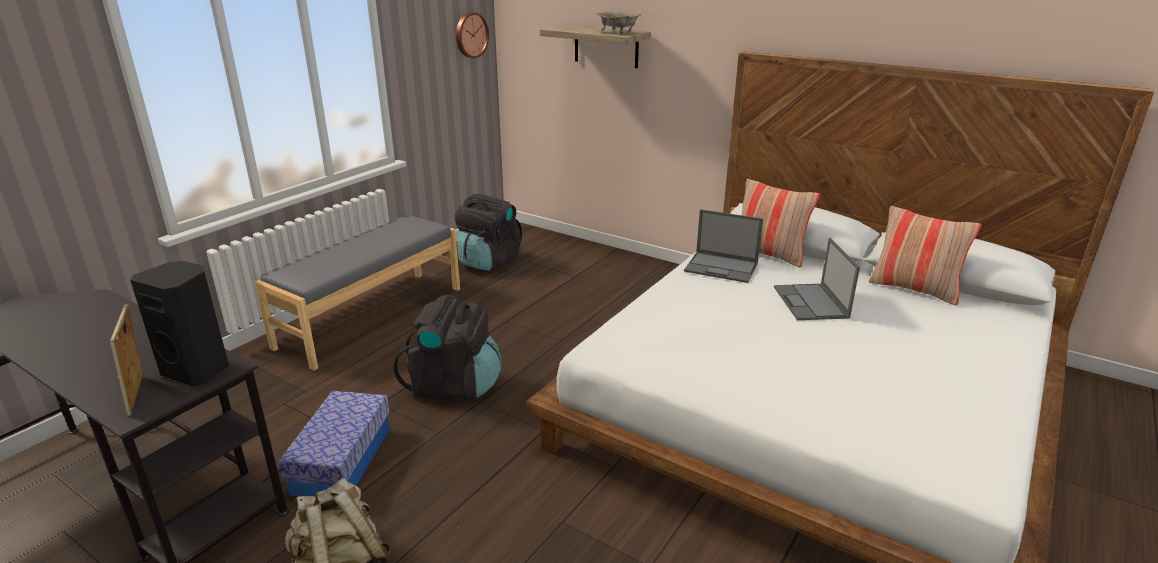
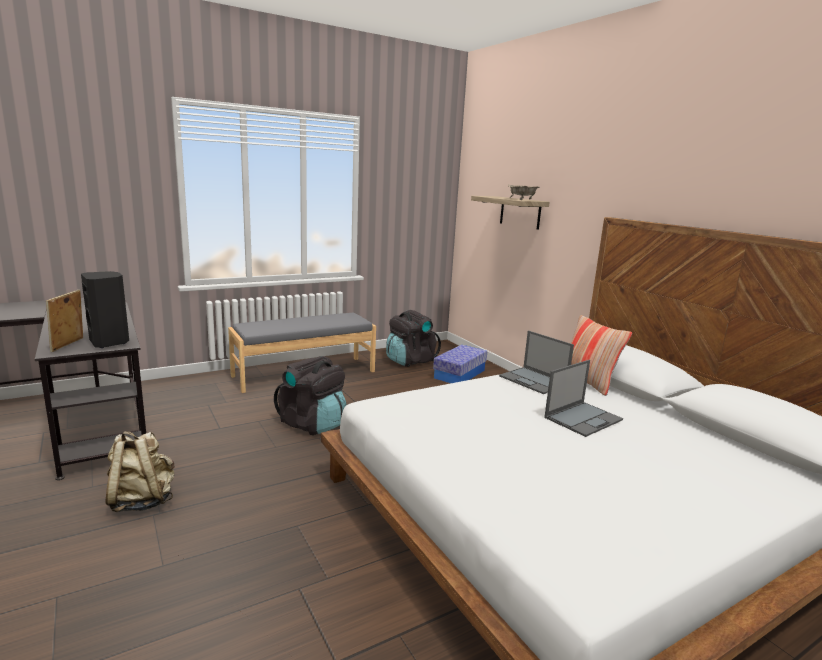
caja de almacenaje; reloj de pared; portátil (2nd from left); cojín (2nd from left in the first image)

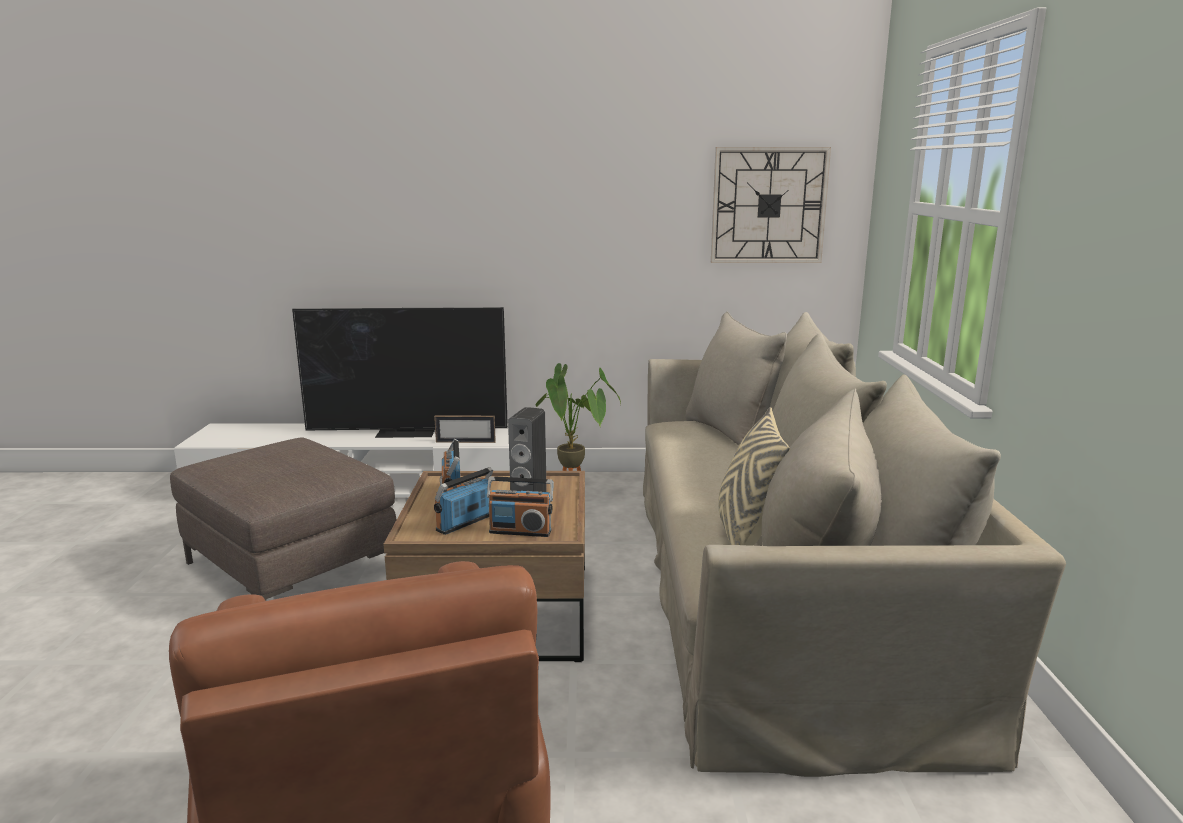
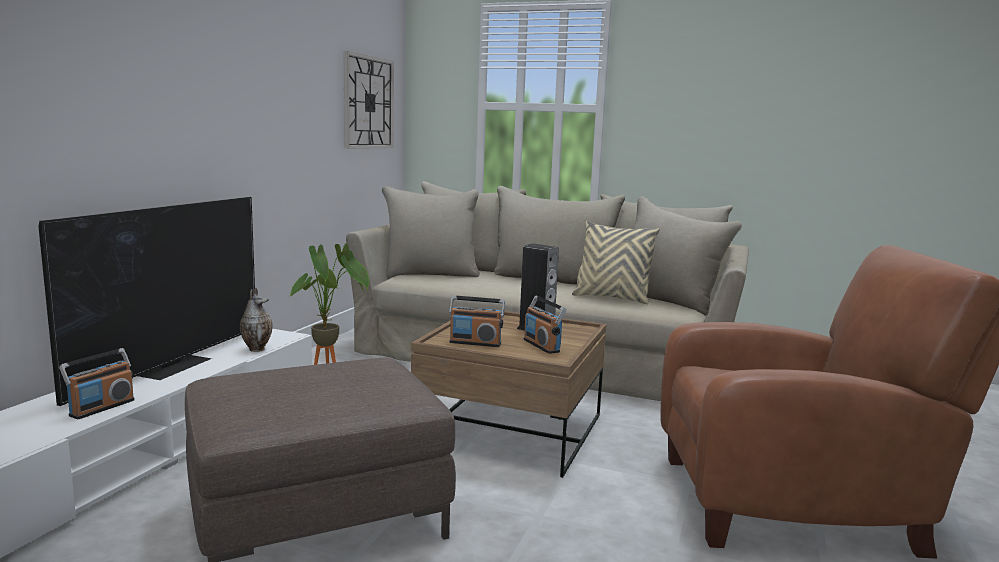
florero; radio (1st from left)

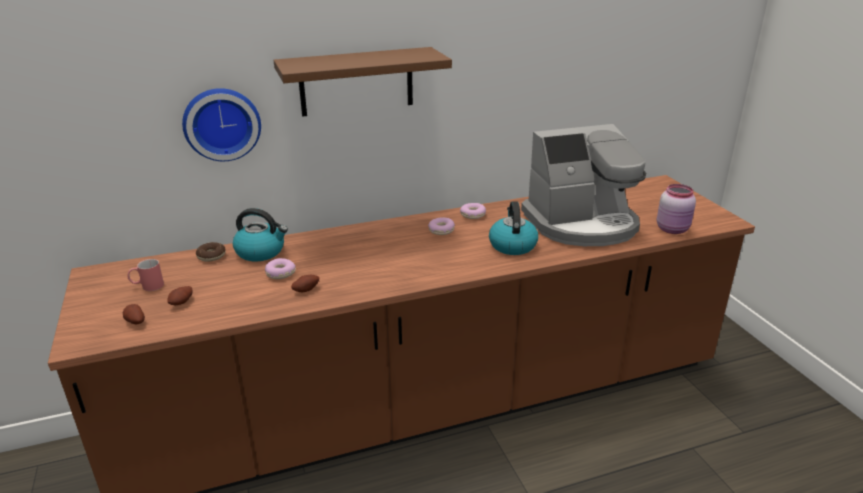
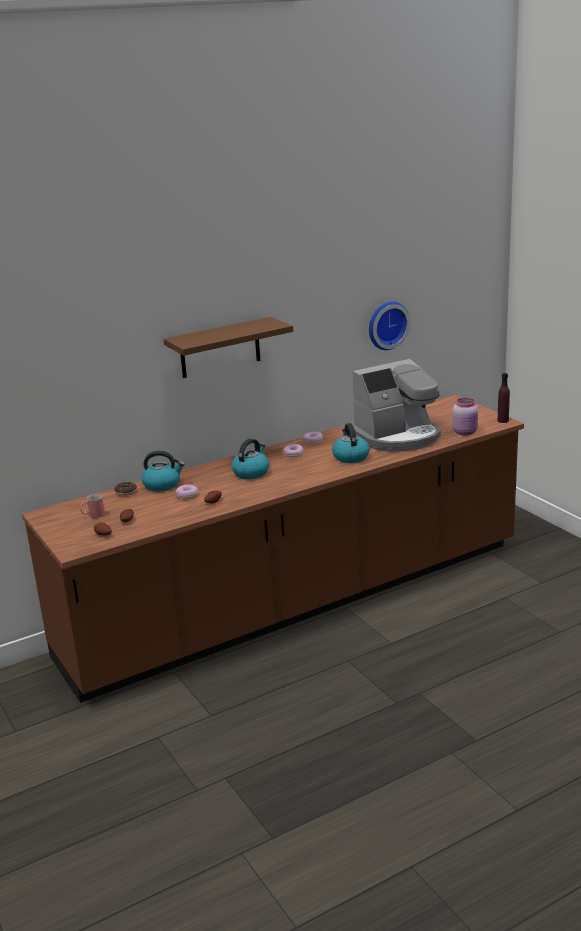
reloj de pared; hervidor (2nd from left); botella/morado

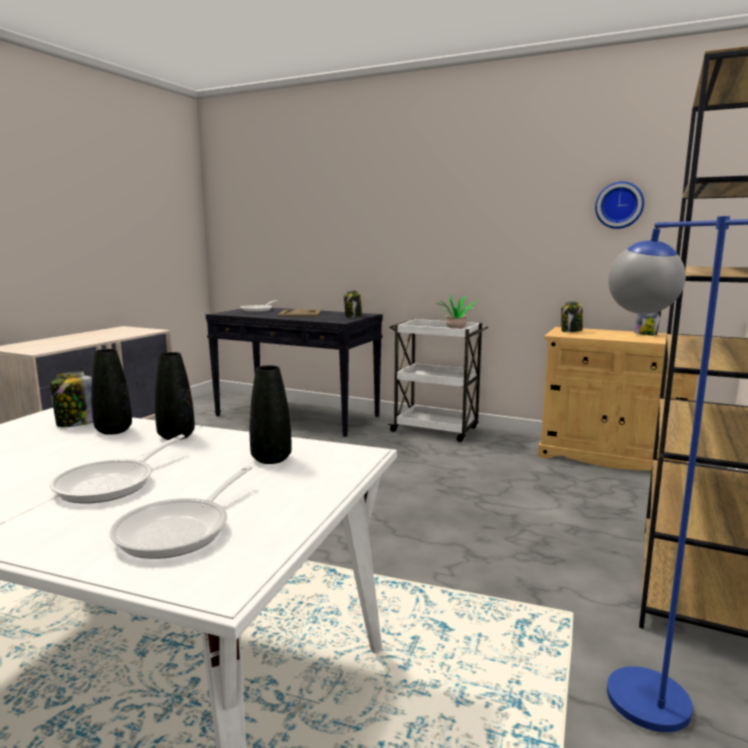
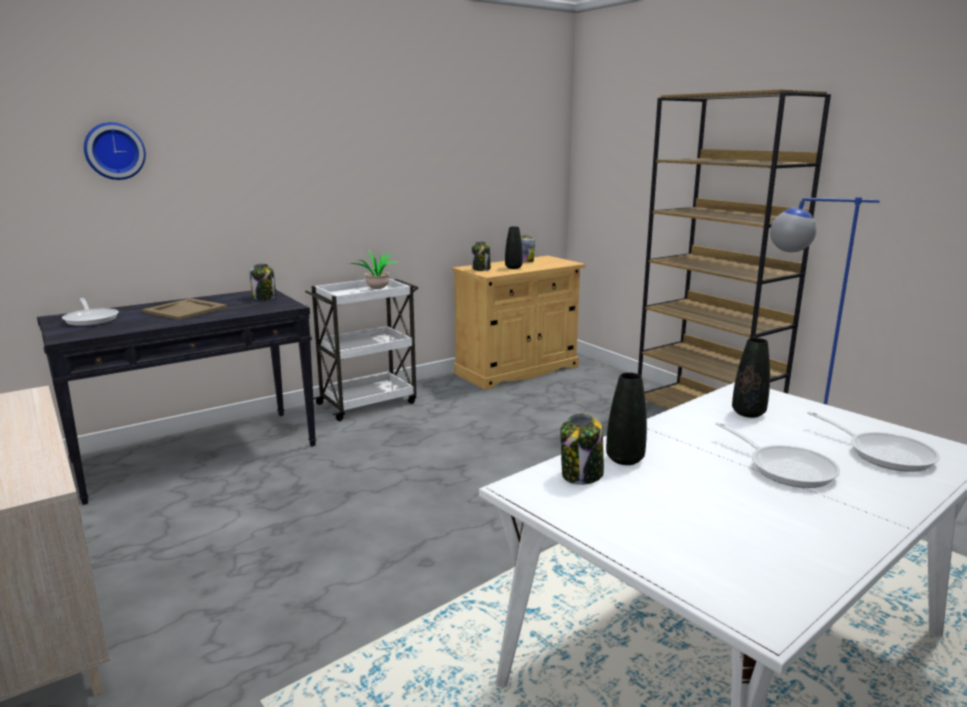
florero/negro (1st from left); reloj de pared

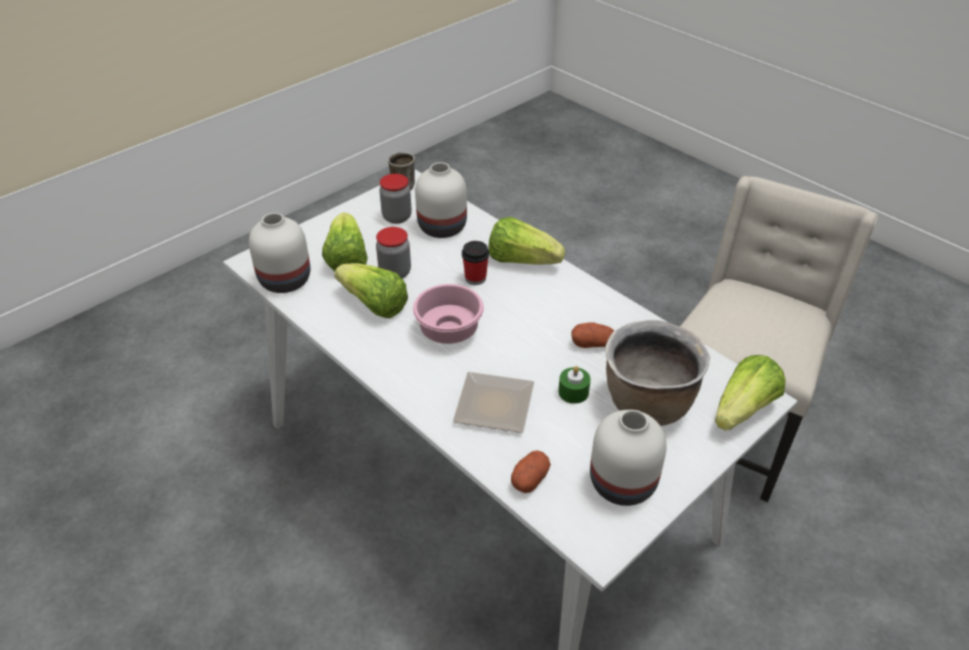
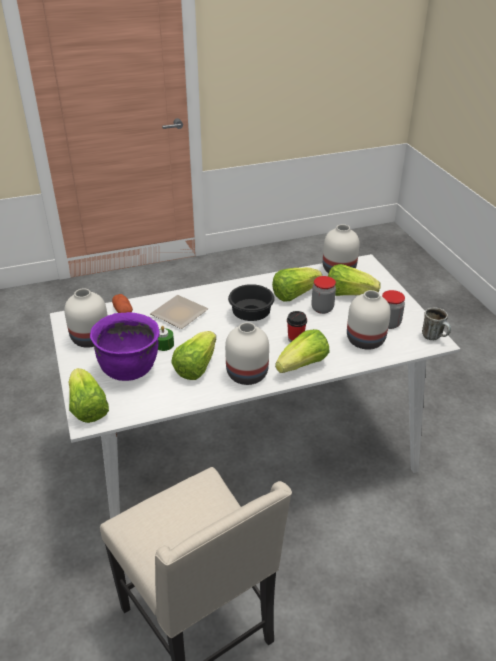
cuenco/negro; lechuga (2nd from left); olla/morado; florero/blanco (2nd from left)

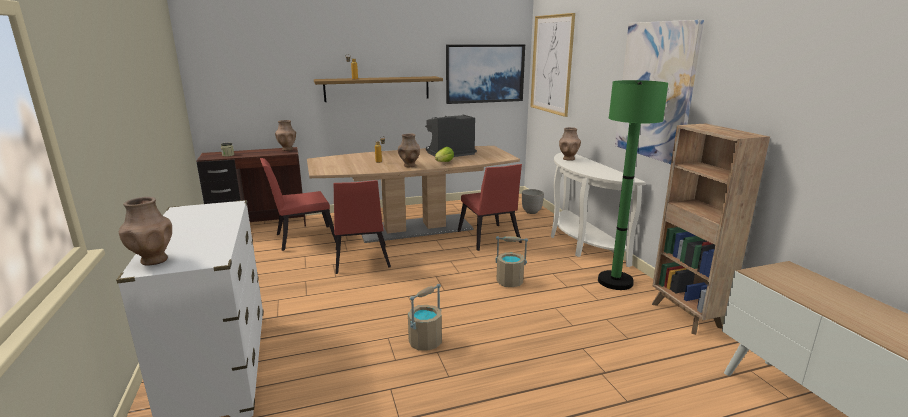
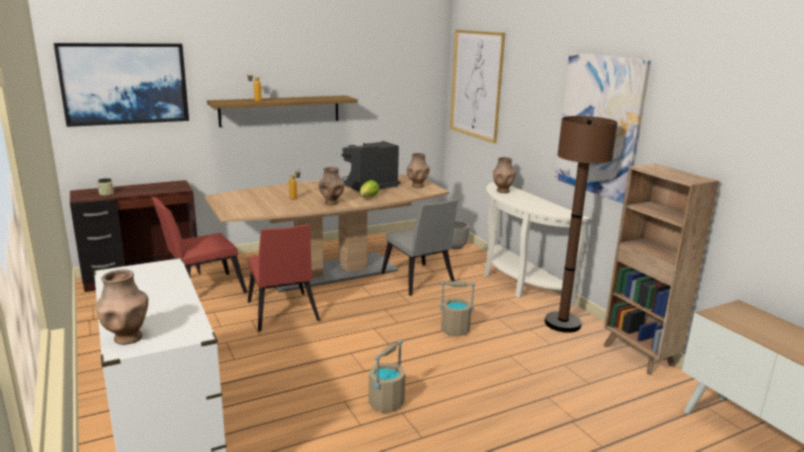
florero/marrón (3rd from left); cuadro (1st from left); silla/gris; lámpara de pie/marrón

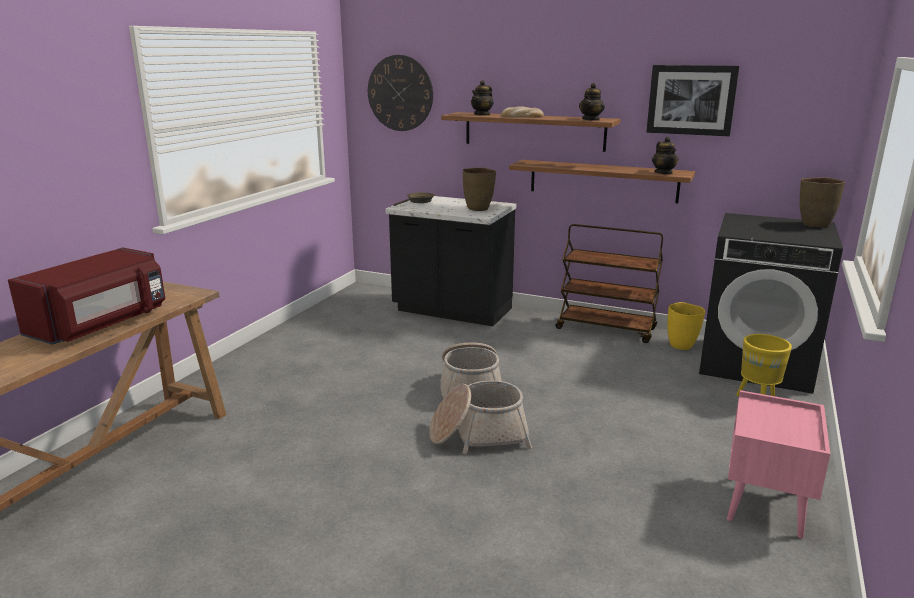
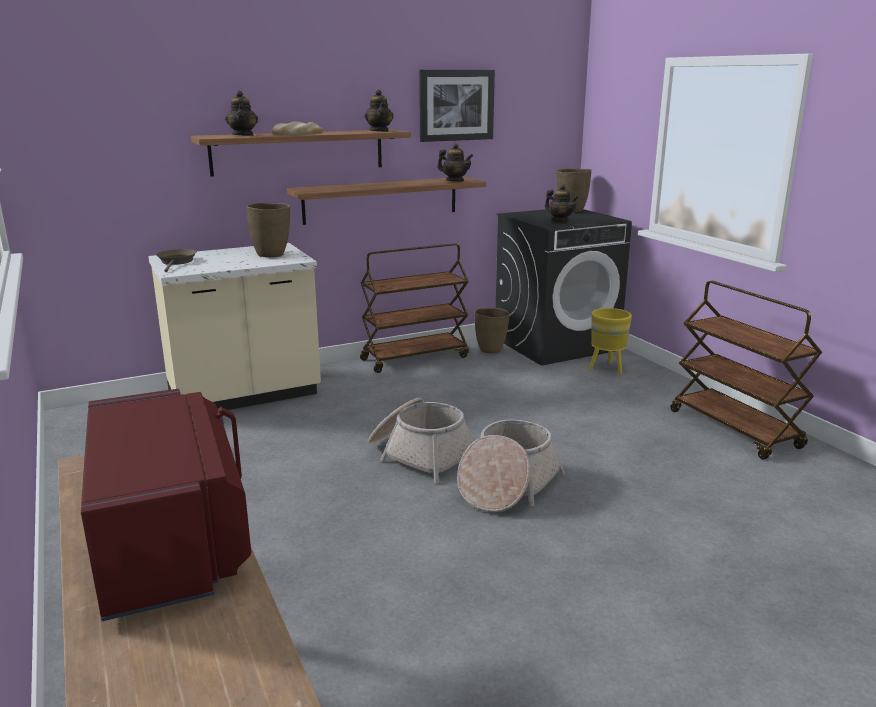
reloj de pared; mueble bajo de cocina/beis; florero/marrón (2nd from left); carrito/marrón (2nd from left); tetera (4th from left)

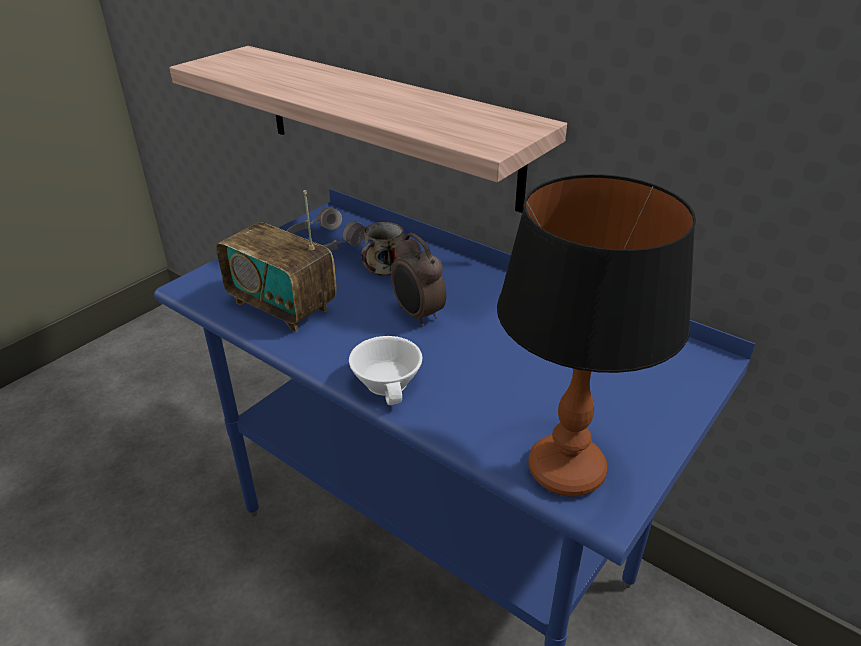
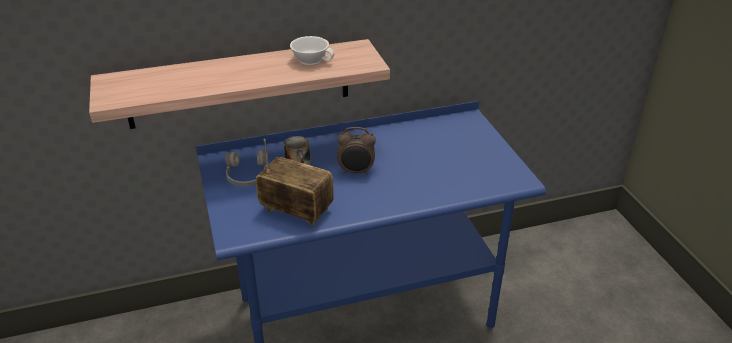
radio; taza/blanco; lámpara de mesa

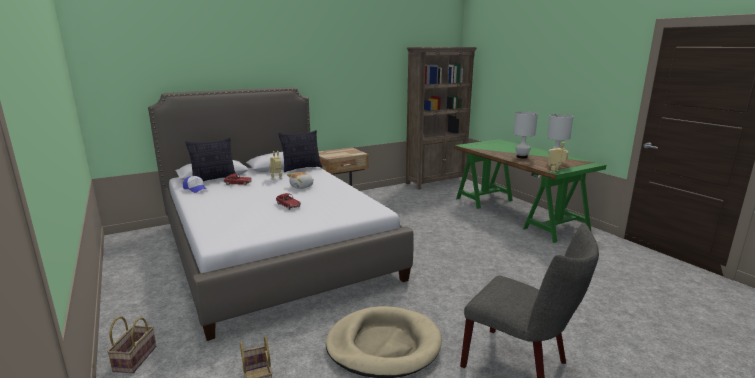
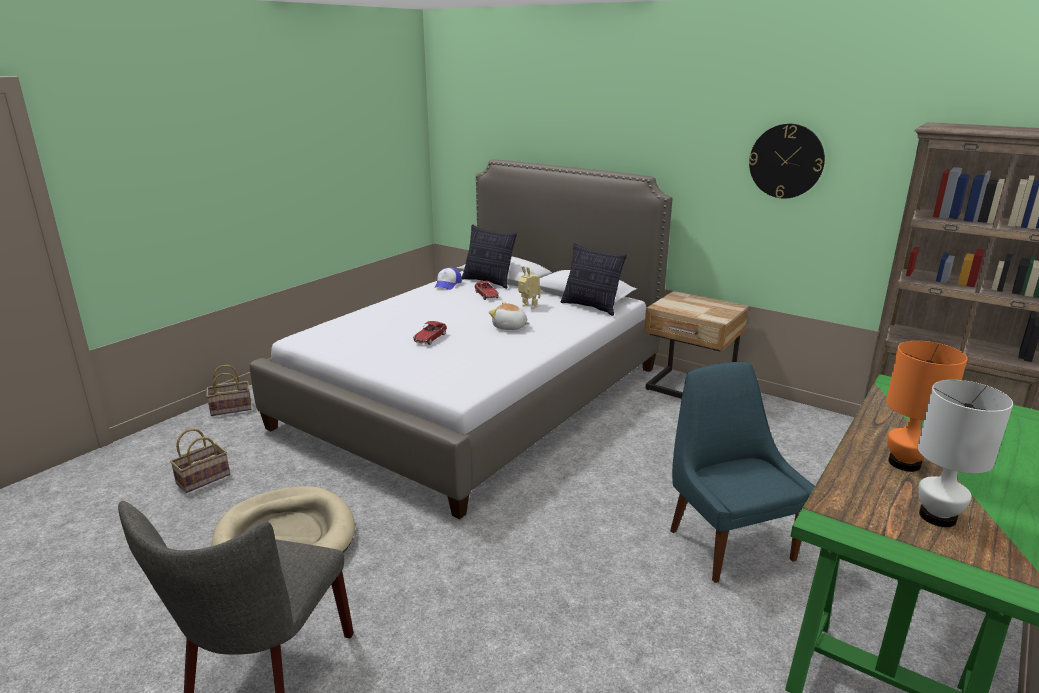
lámpara de mesa/naranja; robot de juguete (2nd from left in the first image); silla/azul; reloj de pared

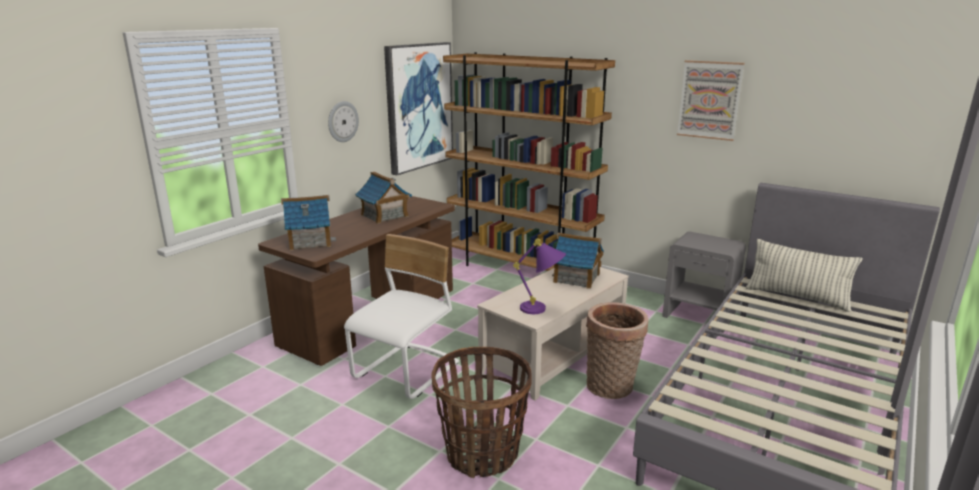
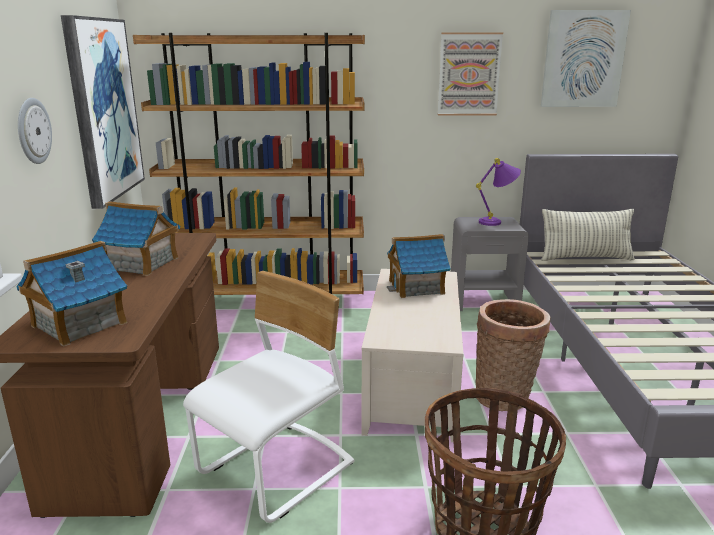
silla/blanco; lámpara de mesa/morado; cuadro (3rd from left)

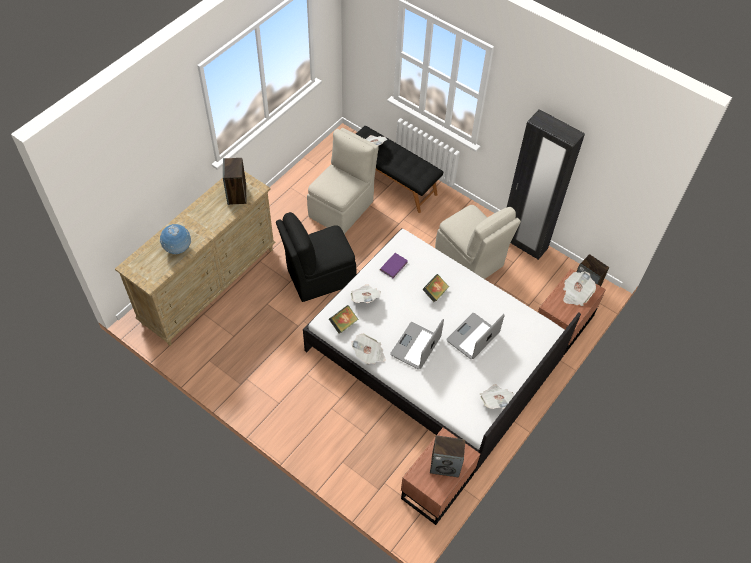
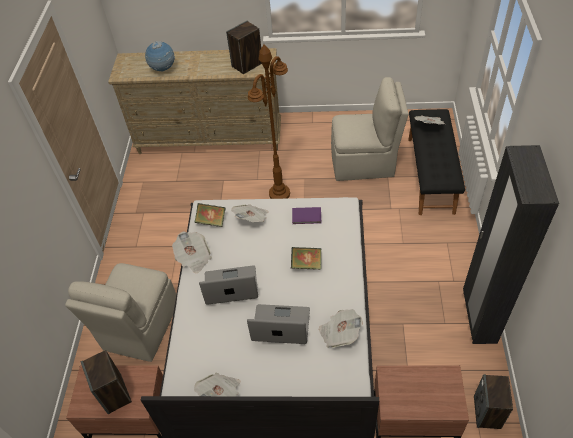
lámpara de pie/marrón; silla/beis (1st from left); periódico (4th from left)

